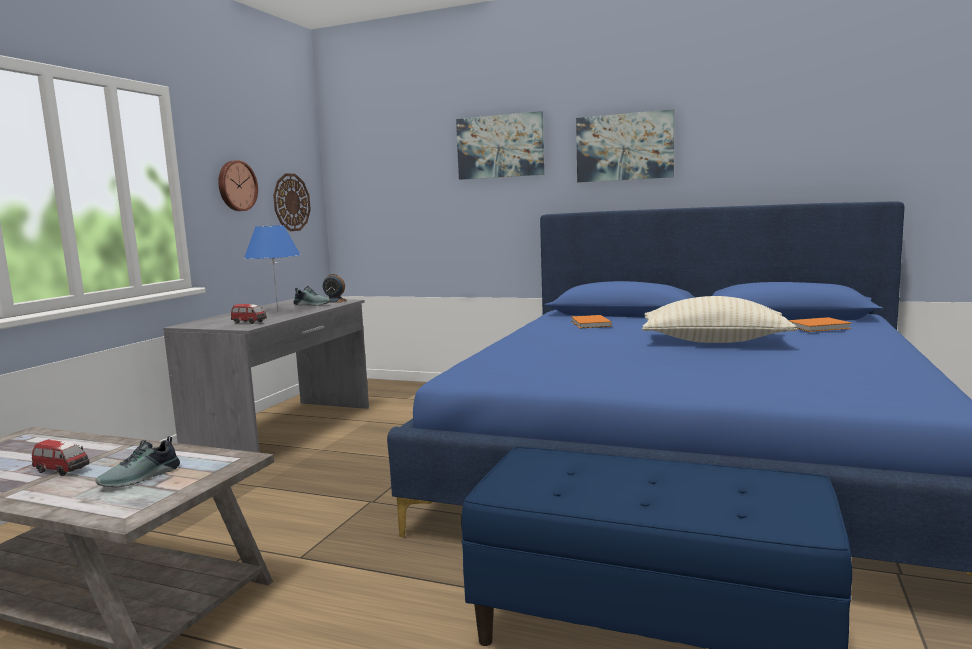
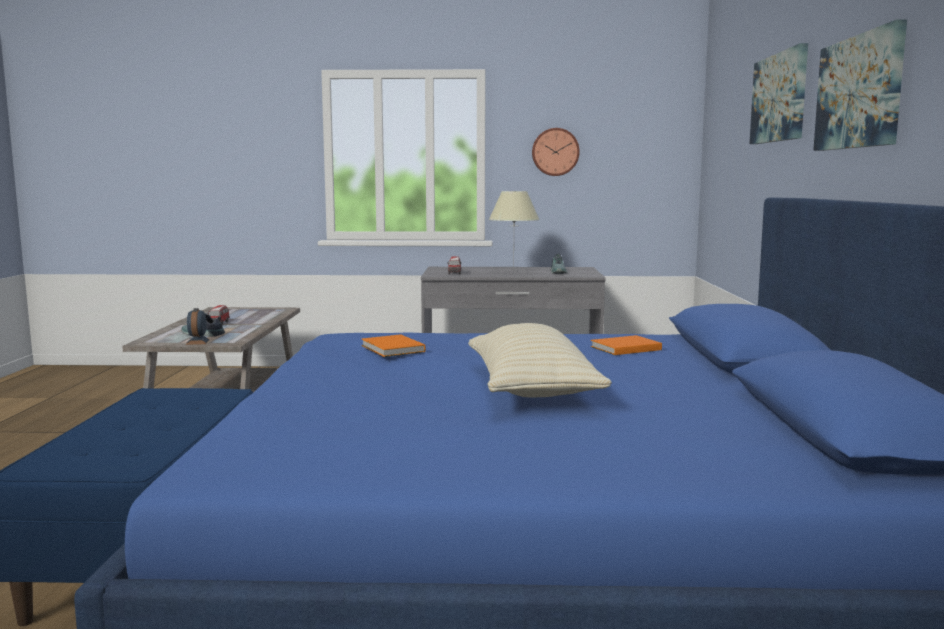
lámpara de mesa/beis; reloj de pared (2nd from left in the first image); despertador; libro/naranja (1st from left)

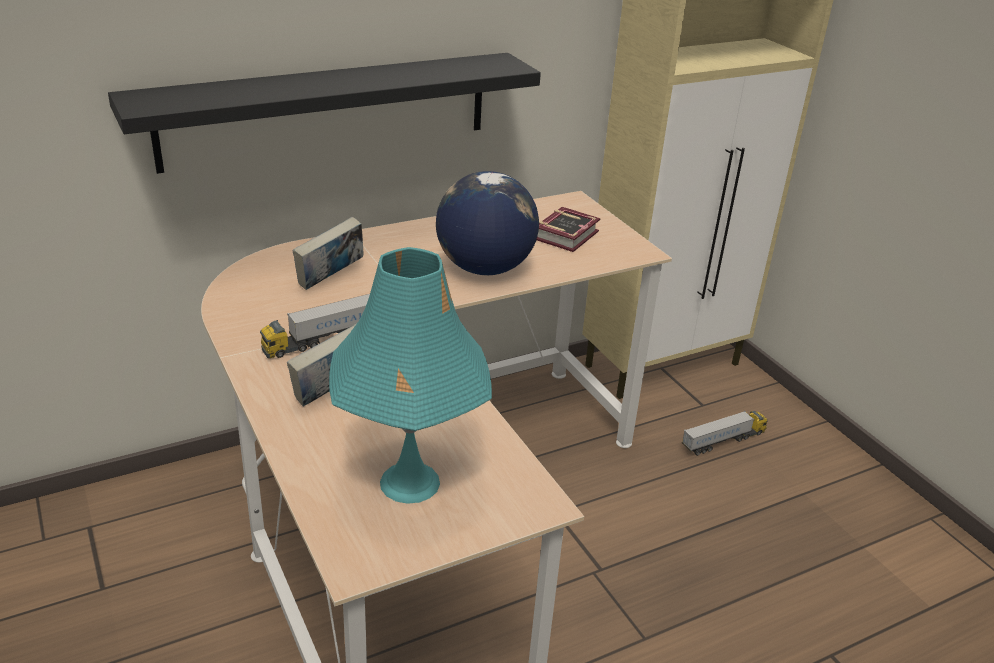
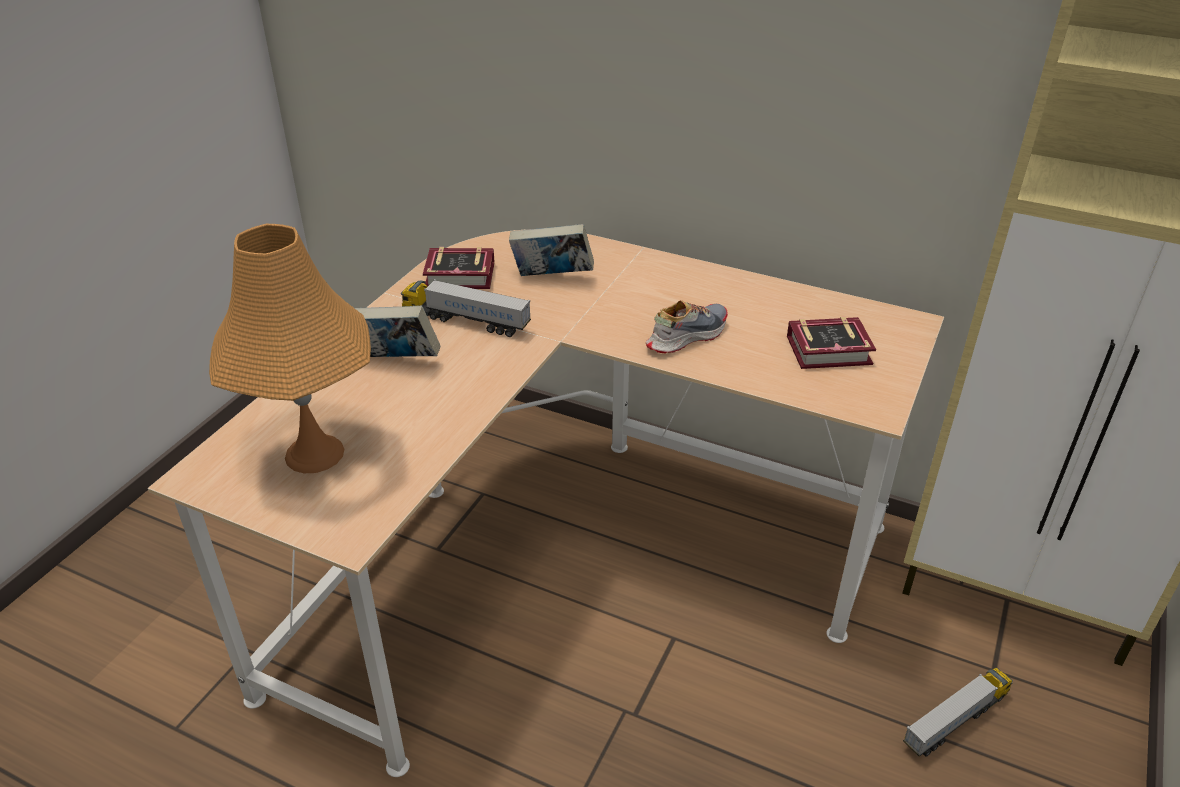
estante/negro; lámpara de mesa/naranja; zapato; camión de juguete (2nd from left); libro (2nd from left)

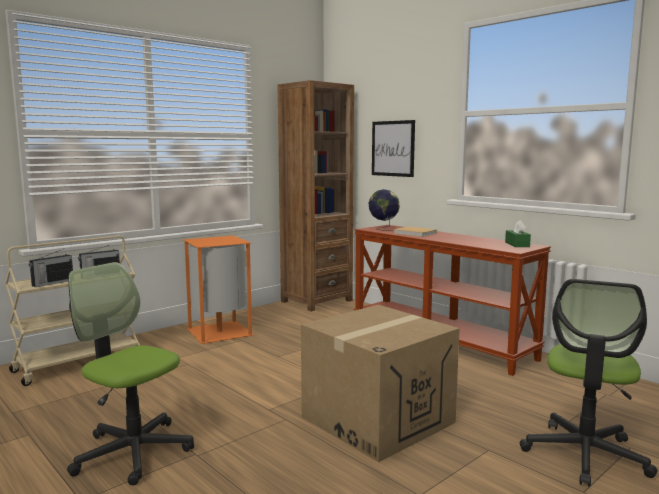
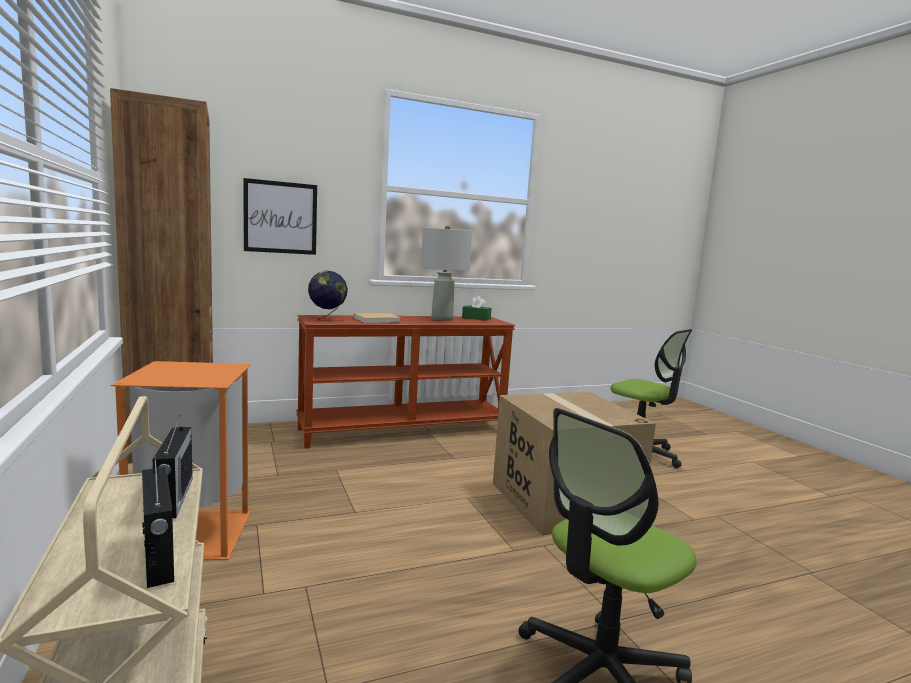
lámpara de mesa/gris

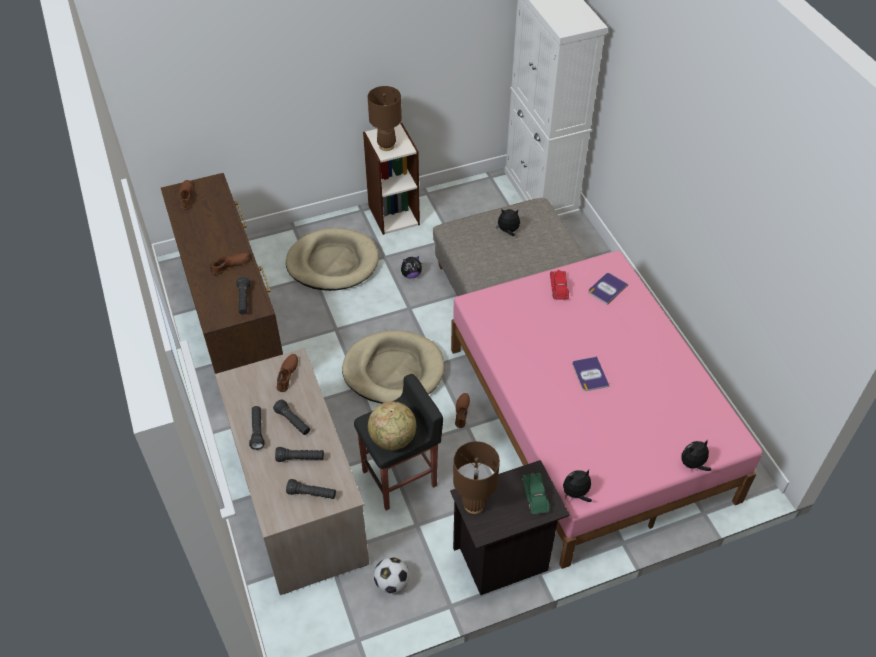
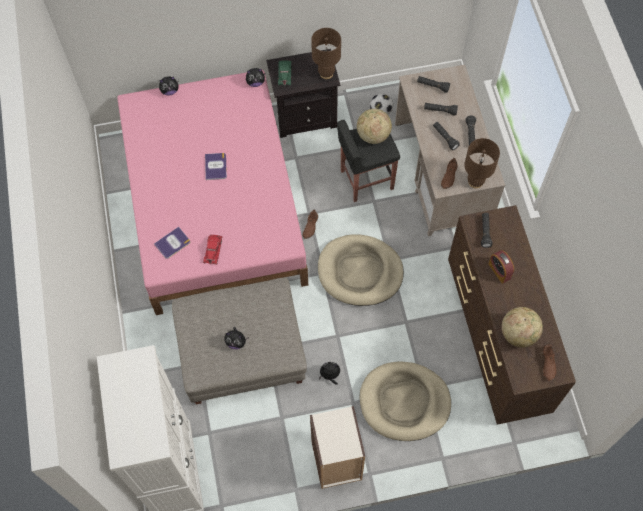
despertador; lámpara de mesa/marrón (2nd from left); globo terráqueo (2nd from left)

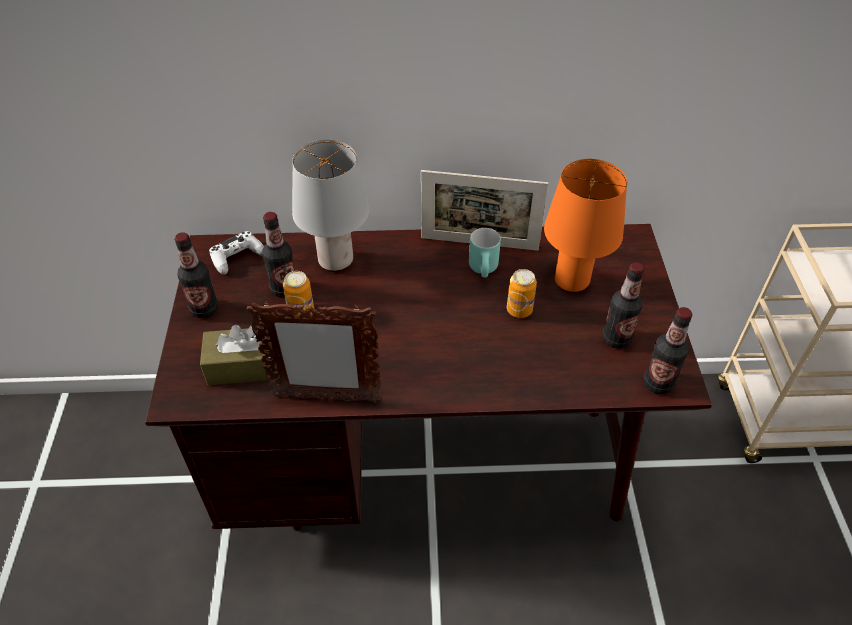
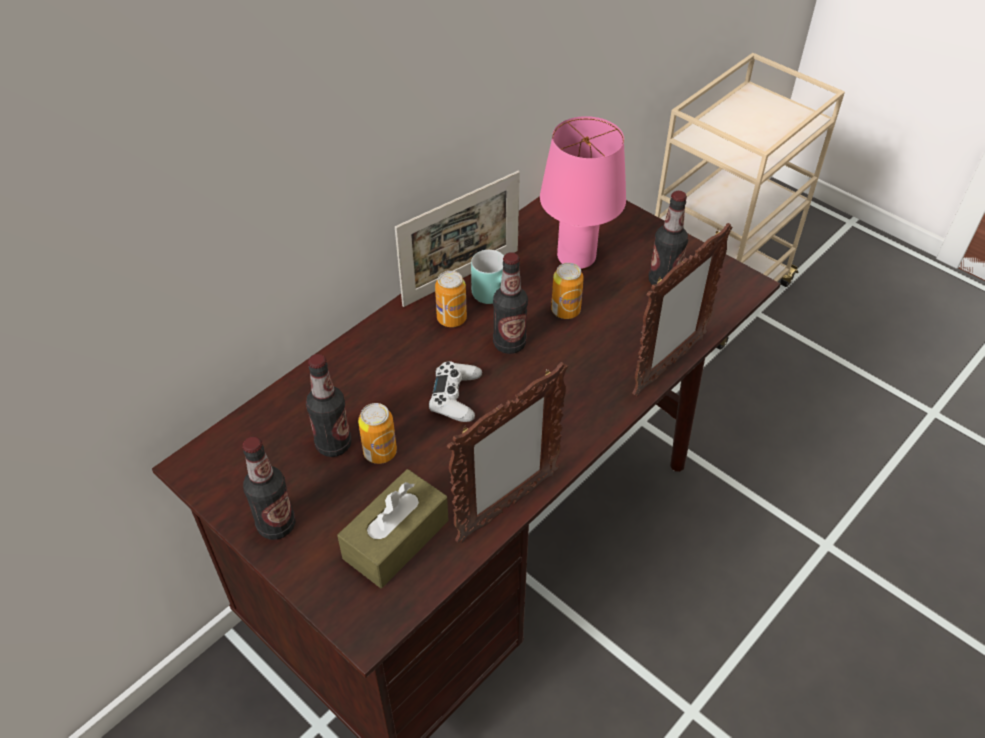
mando de consola/blanco; lámpara de mesa/gris; lámpara de mesa/rosa; botella (3rd from left); lata (2nd from left); portarretratos (3rd from left)

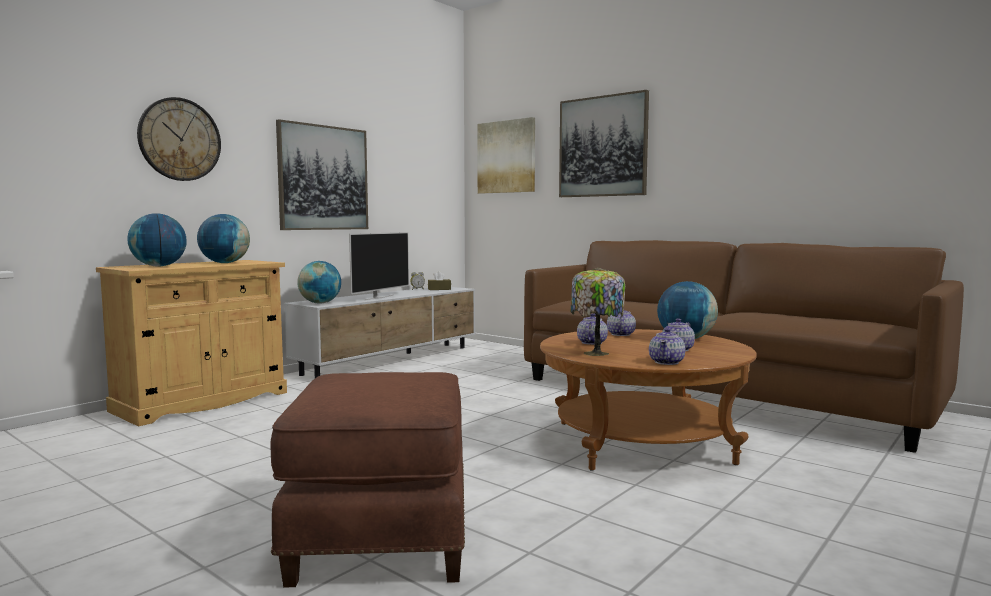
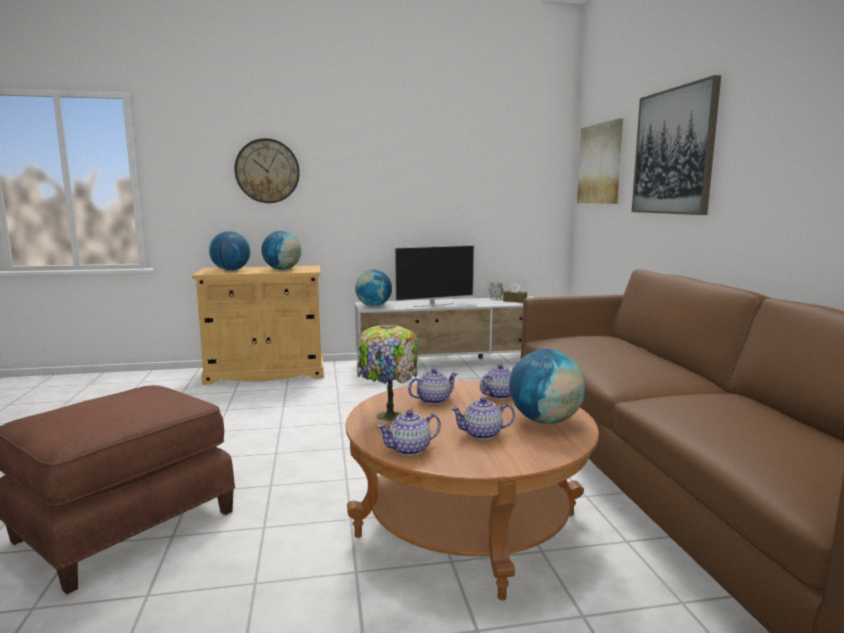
cuadro (1st from left in the first image)

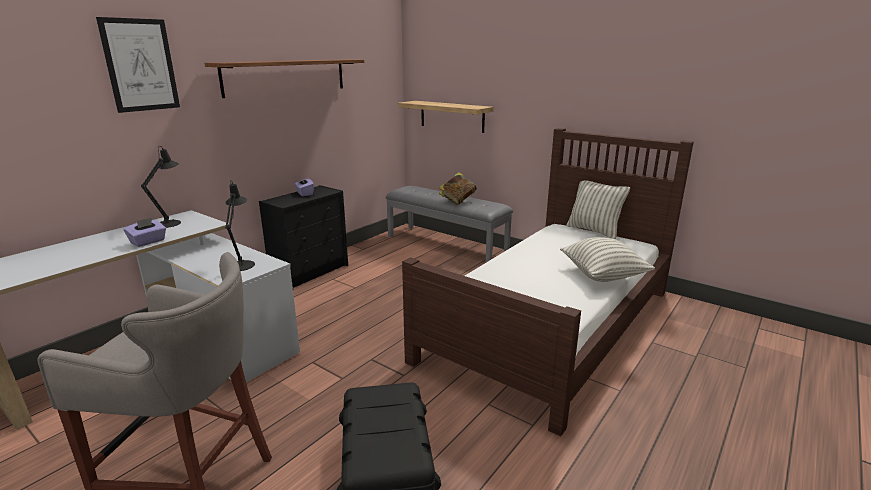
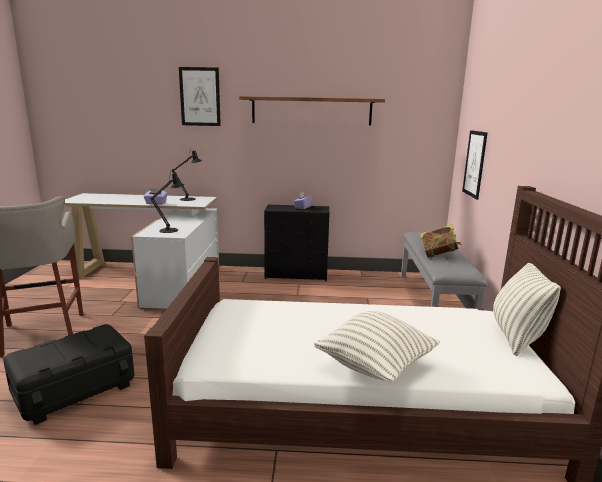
cuadro (2nd from left)

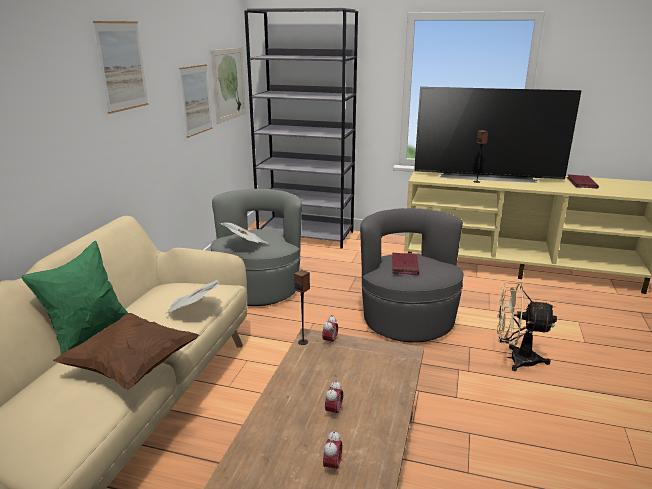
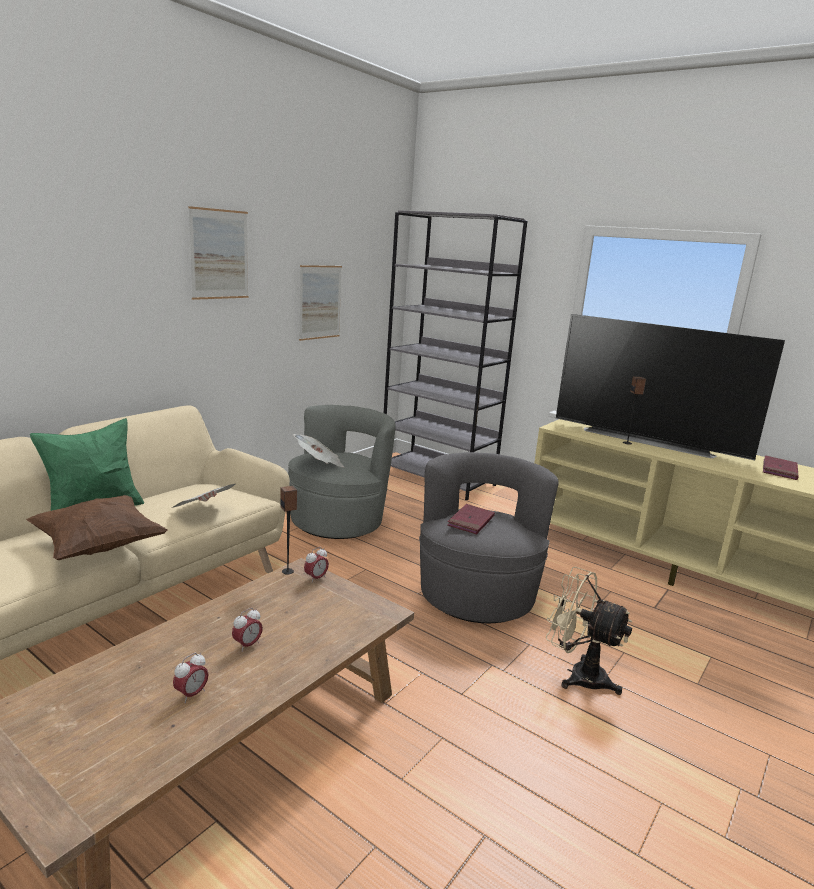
cuadro (3rd from left in the first image)

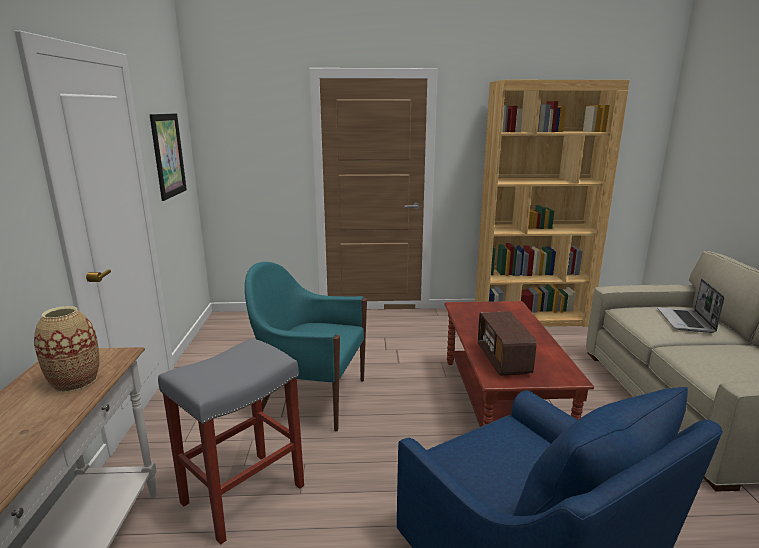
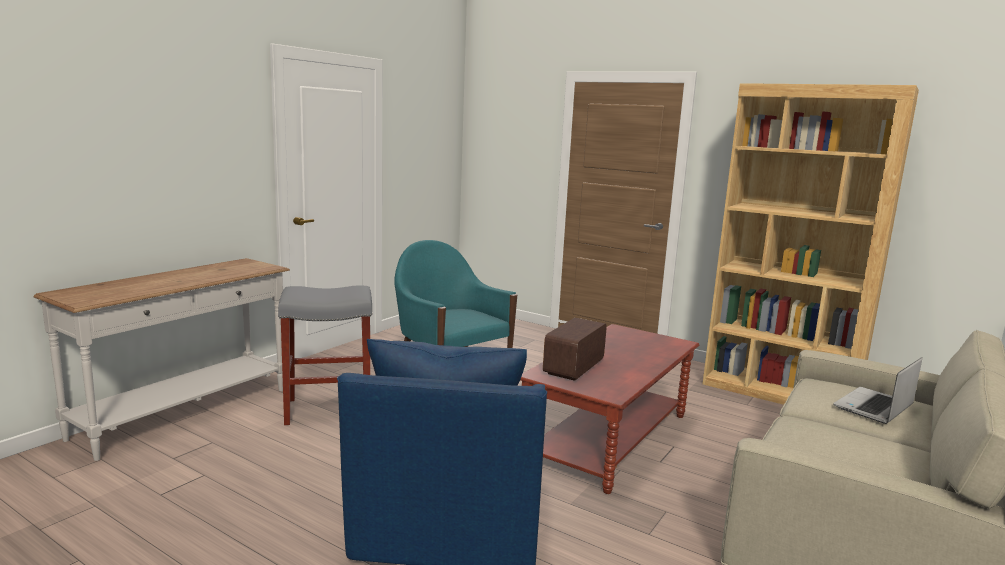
florero; cuadro

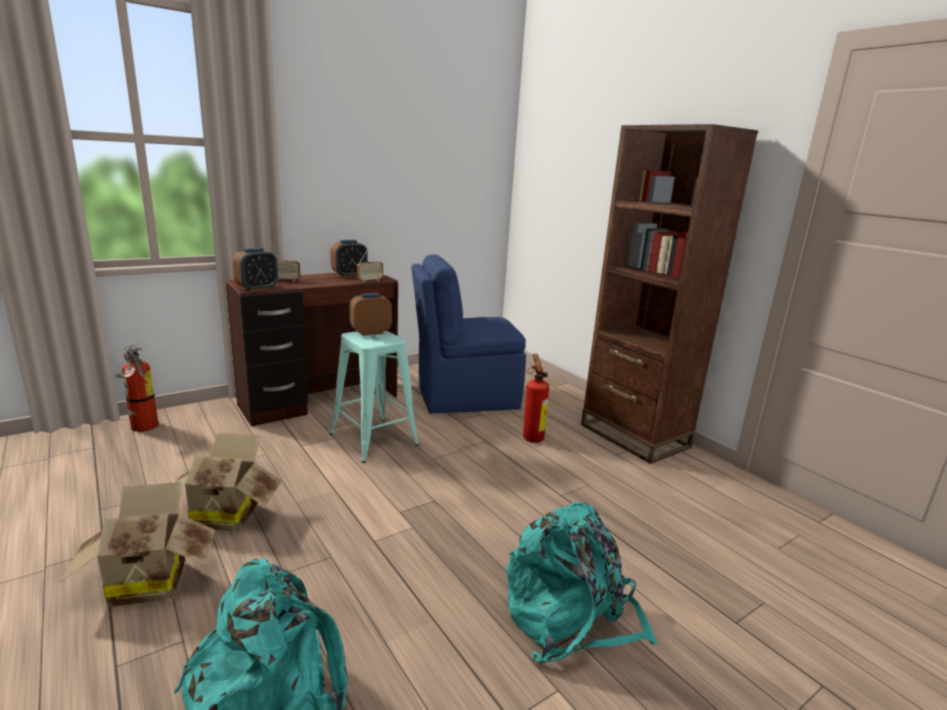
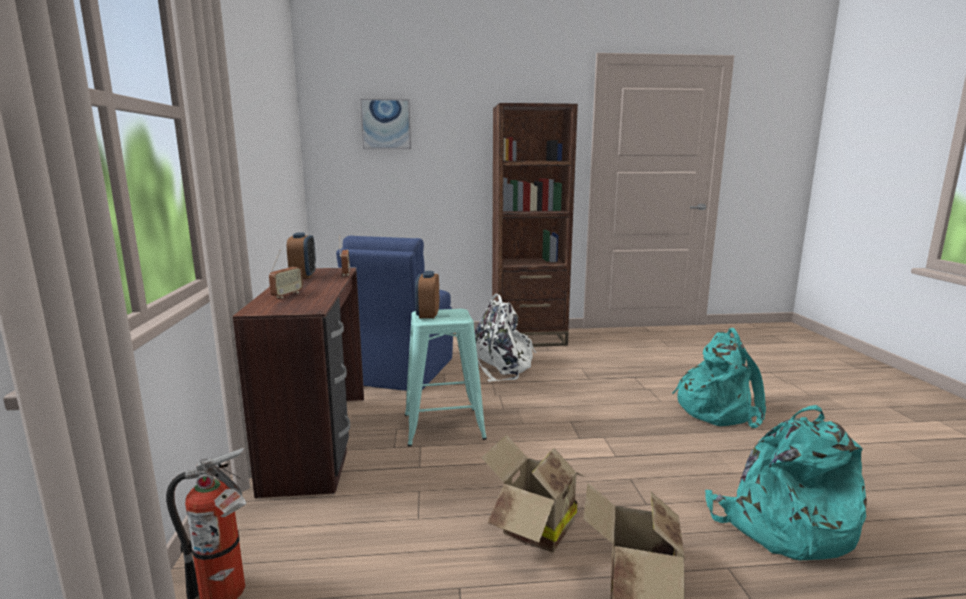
despertador (1st from left in the first image); mochila/blanco; cuadro

